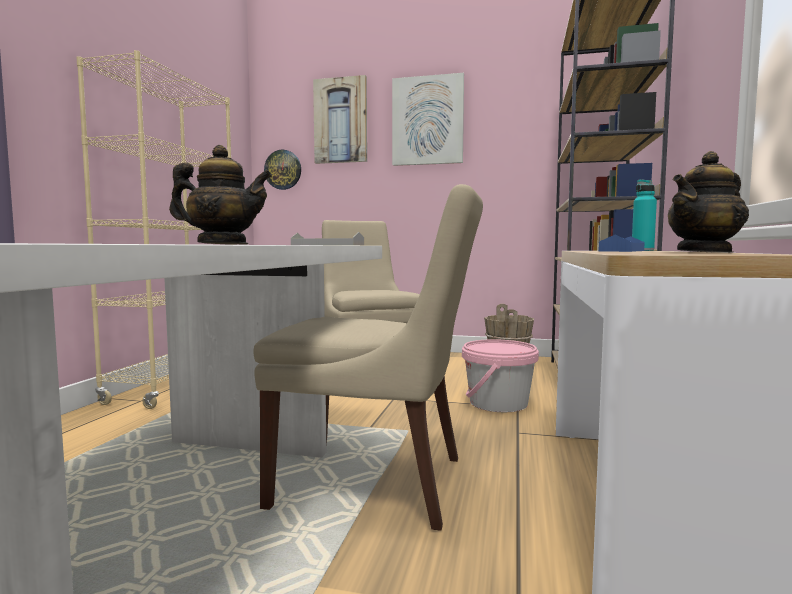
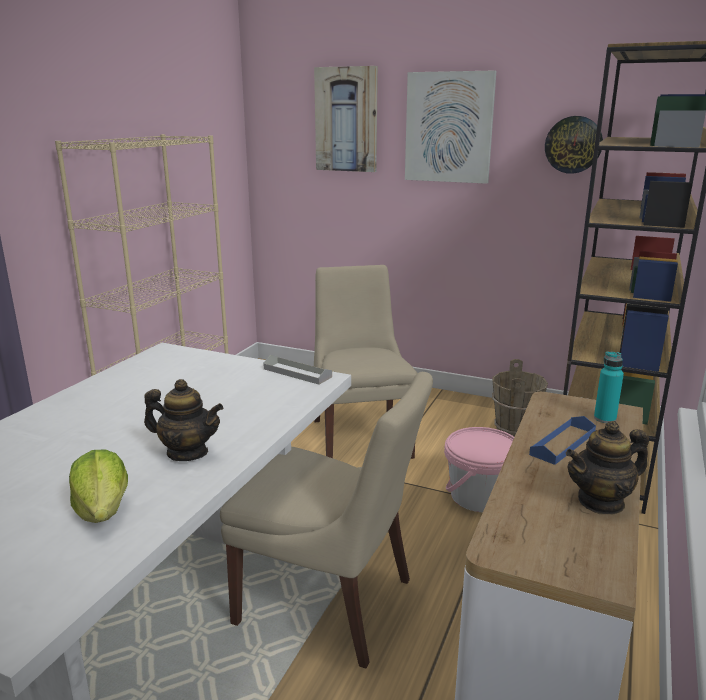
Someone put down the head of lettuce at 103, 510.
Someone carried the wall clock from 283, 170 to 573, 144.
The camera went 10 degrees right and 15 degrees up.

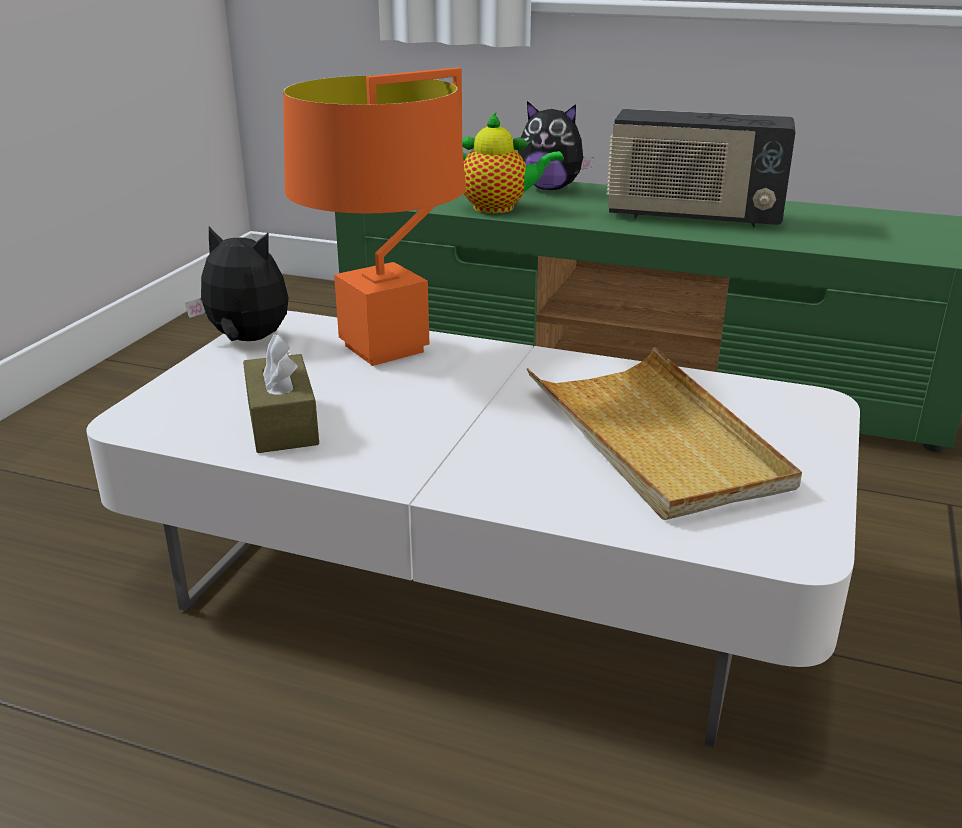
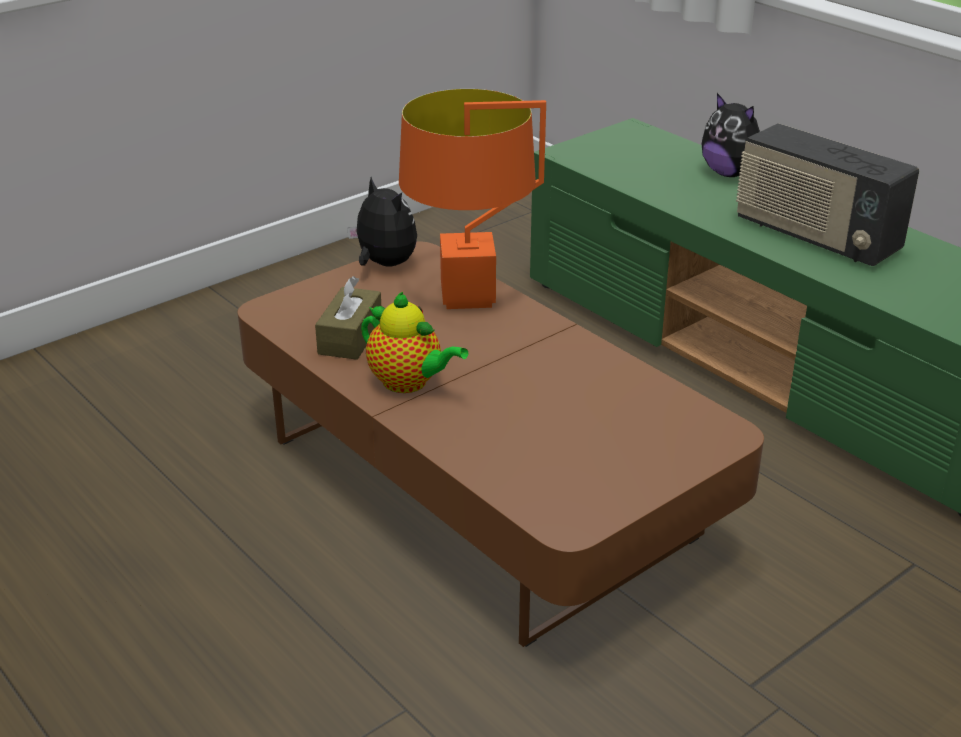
Someone took away the serving tray (sand-coloured) at 654, 437.
Someone carried the teapot from 499, 208 to 409, 383.
Someone repainted the coffee table (whitish) at 480, 576, which became the coffee table (brown) at 480, 487.
The camera went 30 degrees right and 5 degrees up.

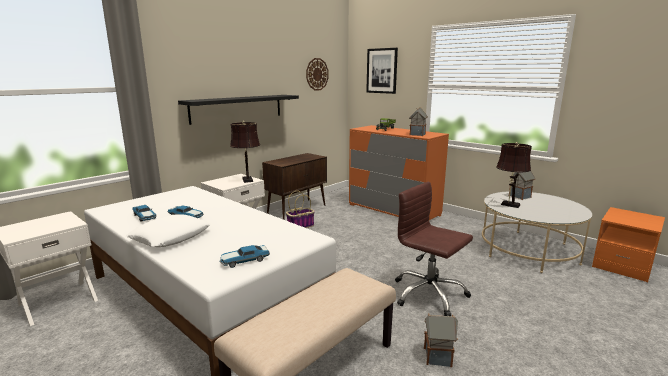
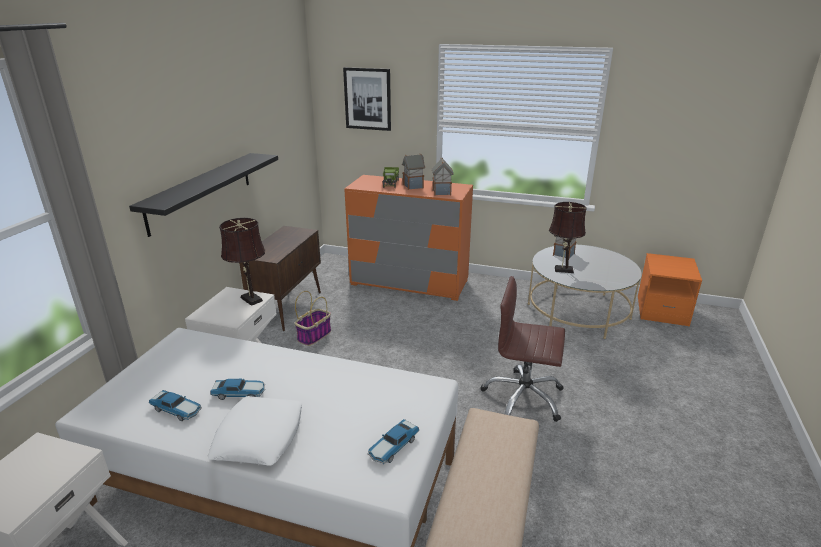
Someone took away the wall clock at 317, 74.
Someone carried the model house from 438, 357 to 413, 186.
The camera went 25 degrees left and 10 degrees up.

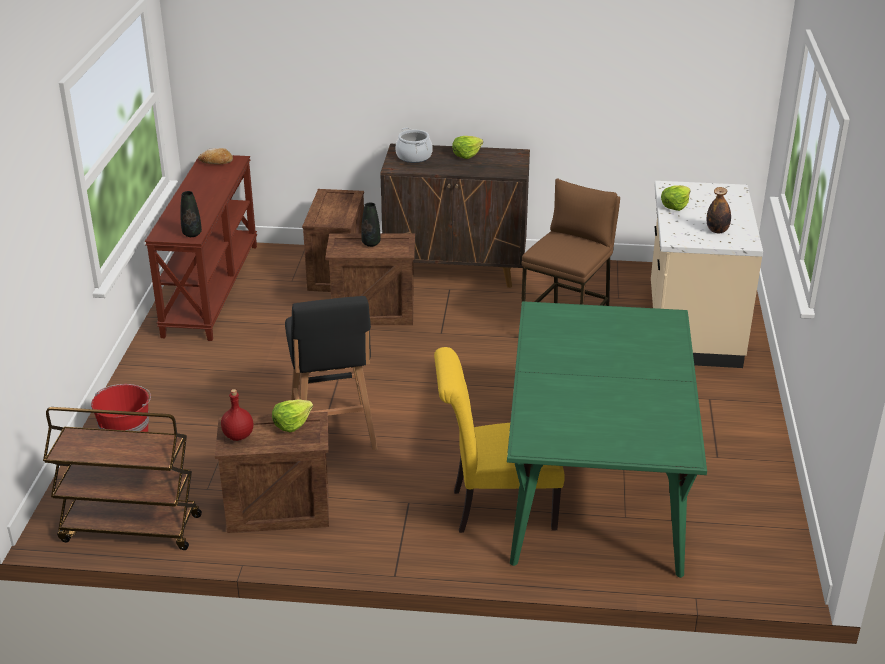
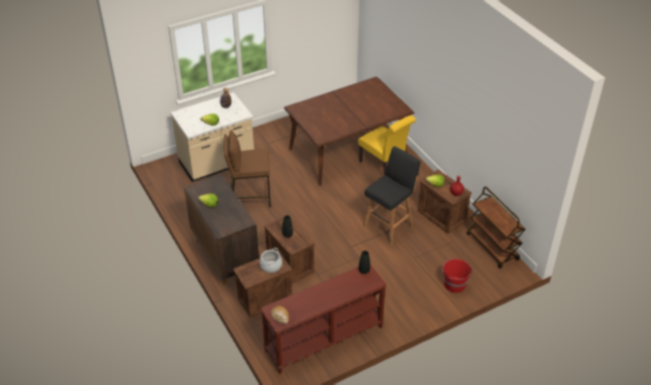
Someone carried the cooking pot from 414, 157 to 271, 266.
Someone repainted the dining table (green-coloured) at 597, 485, which became the dining table (brown) at 348, 150.
The camera went 125 degrees left and 10 degrees up.

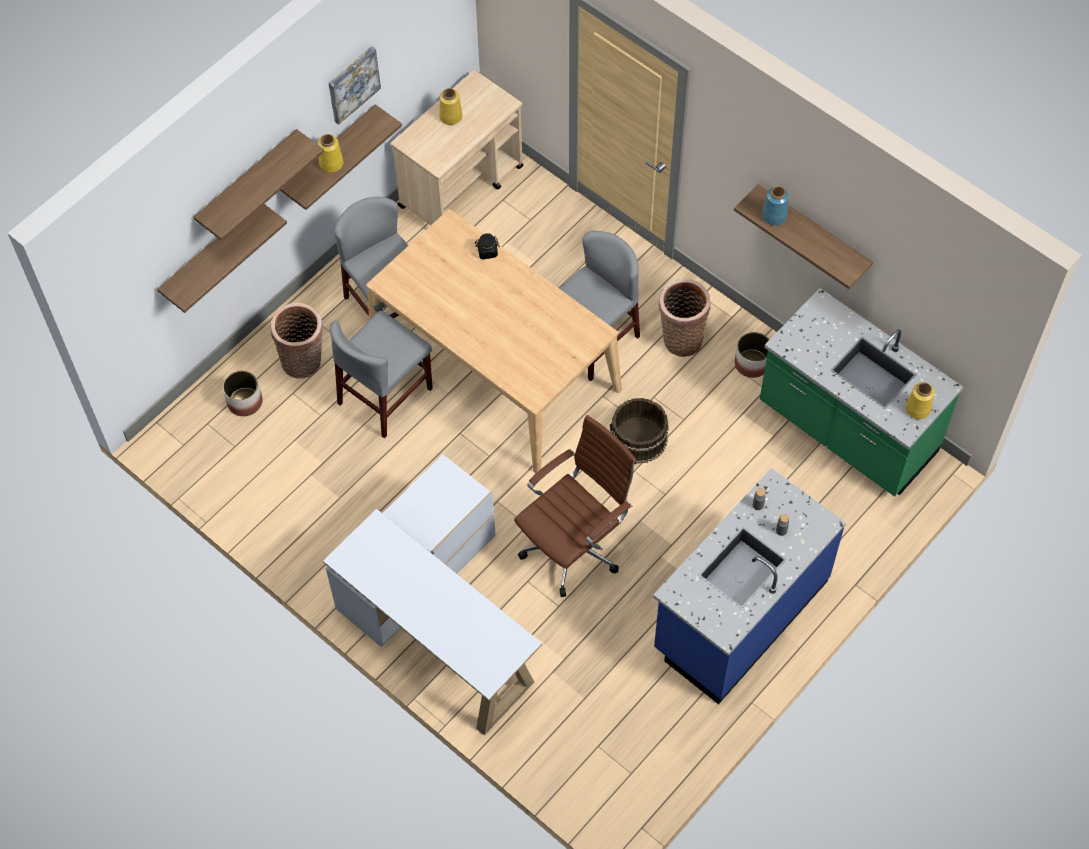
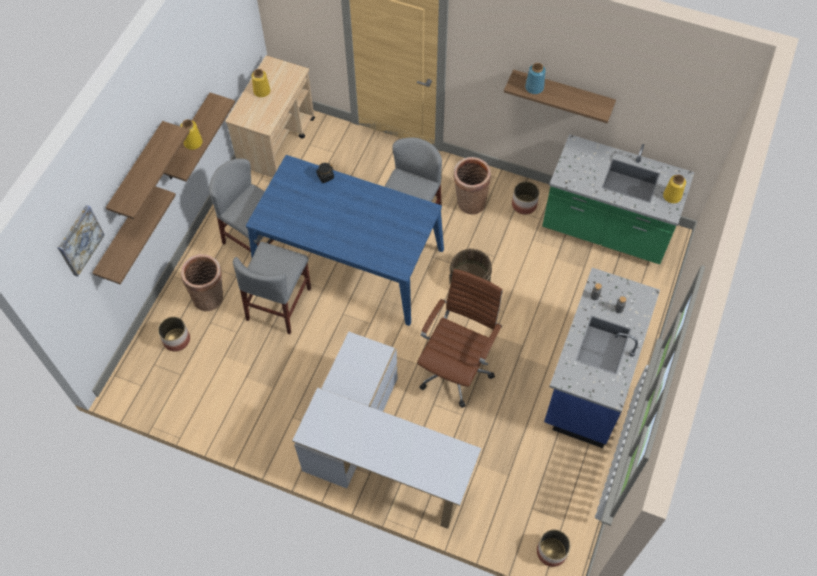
Someone put down the planter at 551, 552.
Someone carried the wall picture from 353, 84 to 79, 240.
Someone repainted the dining table (sand-coloured) at 494, 366, which became the dining table (blue) at 349, 259.
The camera went 20 degrees left and 0 degrees up.

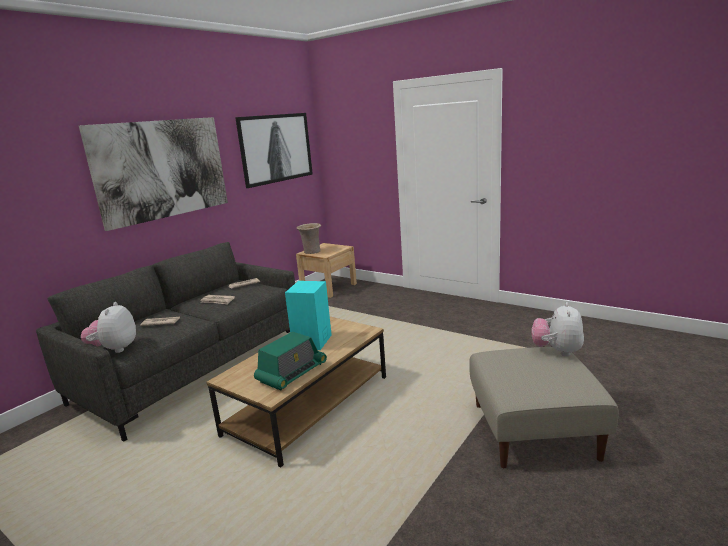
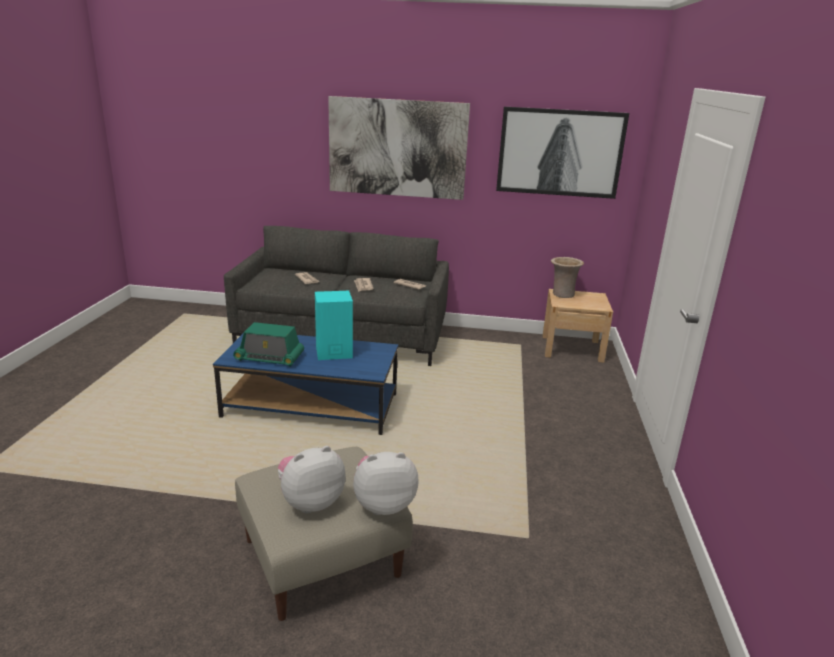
Someone carried the cuddly toy from 115, 349 to 310, 502.
Someone repainted the coffee table (brown) at 308, 405, which became the coffee table (blue) at 311, 405.
The camera went 60 degrees right and 5 degrees up.

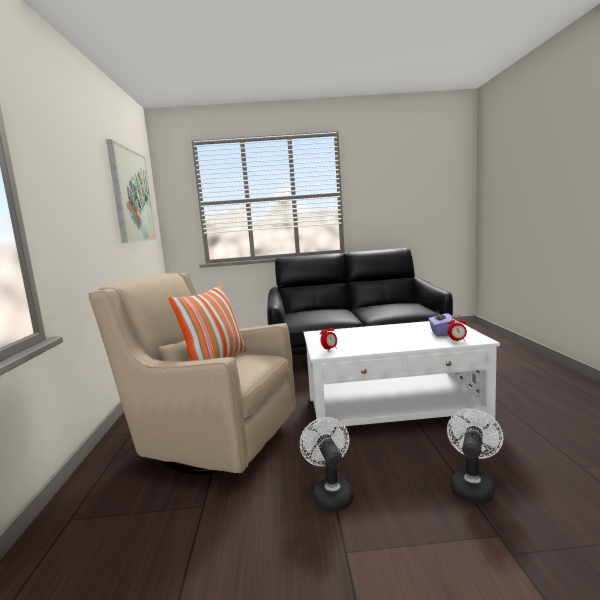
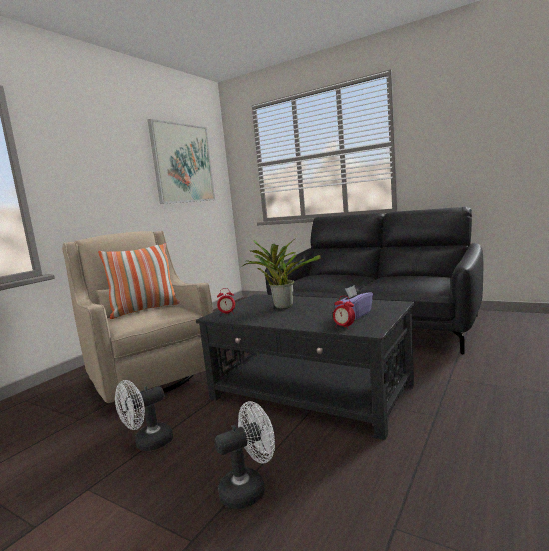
Someone put down the plant in a pot at 281, 306.
Someone repainted the coffee table (whitish) at 394, 409, which became the coffee table (blackish) at 310, 392.
Someone rotated the electric fan (whitish) at 330, 493 by 150 degrees counterclockwise.
The camera went 35 degrees right and 0 degrees up.

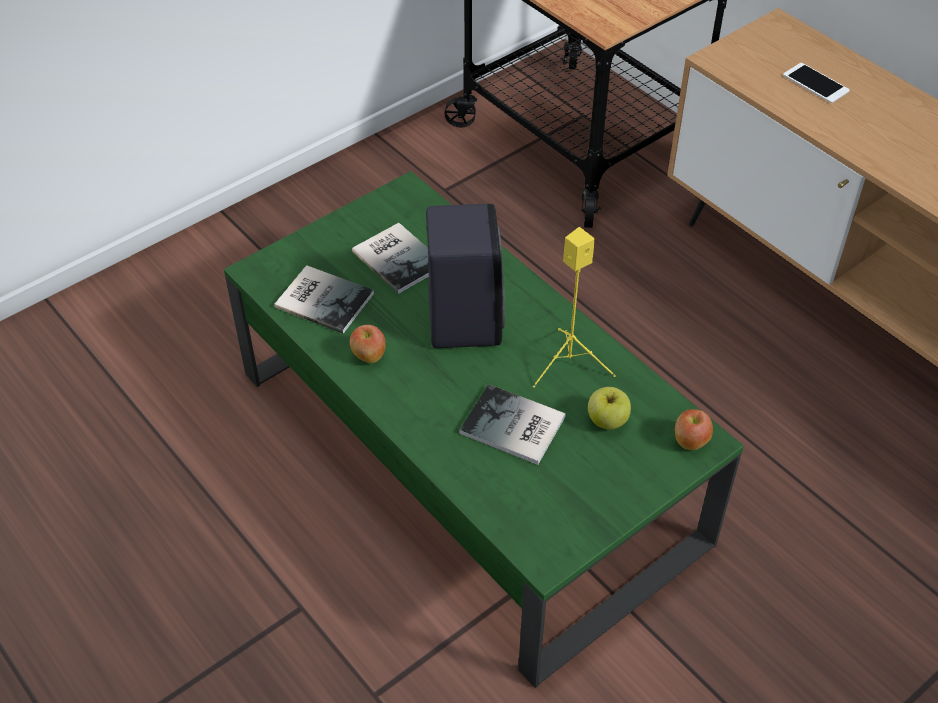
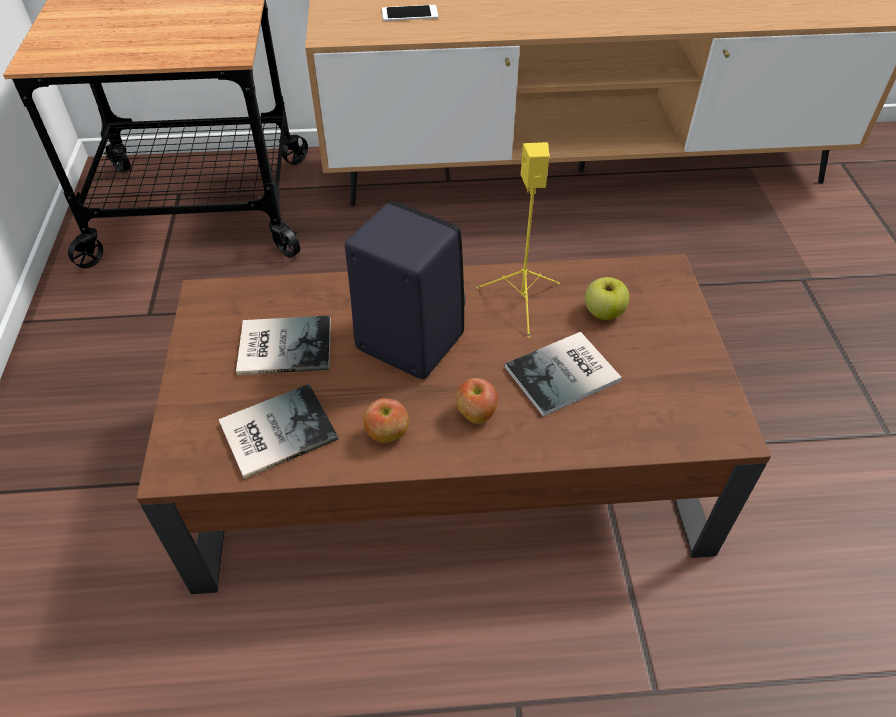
Someone carried the whole apple from 690, 441 to 475, 414.
Someone repainted the coffee table (green-coloured) at 465, 453, which became the coffee table (brown) at 445, 466.
The camera went 55 degrees left and 0 degrees up.

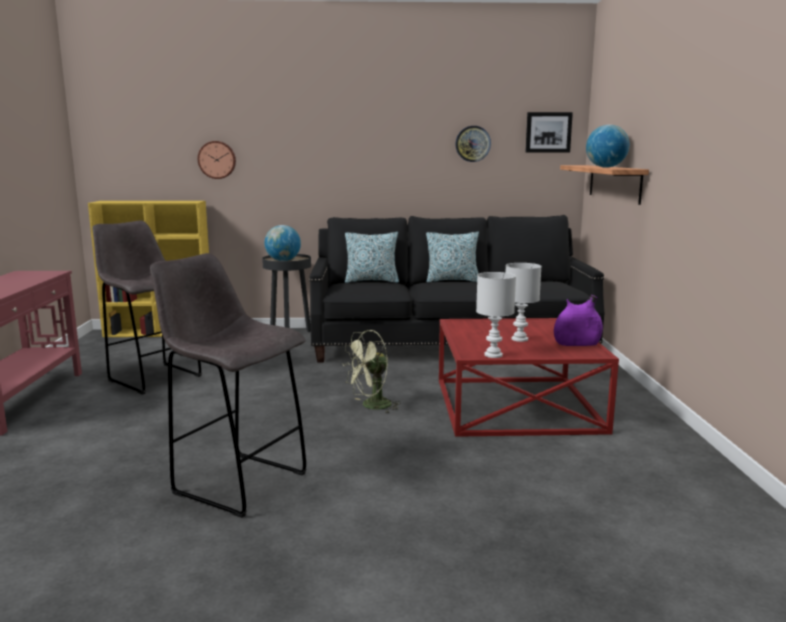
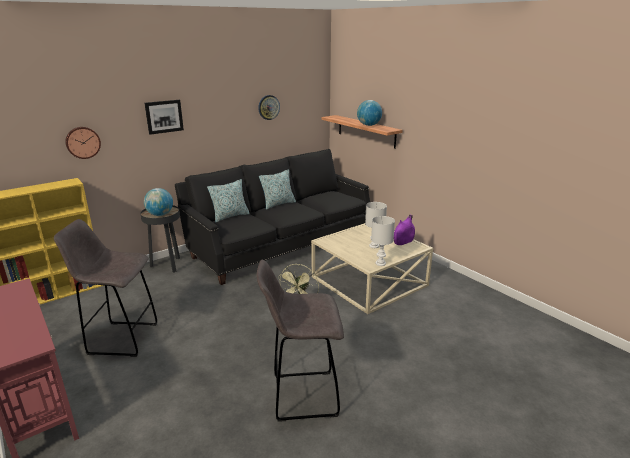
Someone carried the wall picture from 548, 132 to 164, 116.
Someone repainted the coffee table (reddish) at 516, 404, which became the coffee table (sand-coloured) at 368, 281.
The camera went 35 degrees left and 10 degrees up.

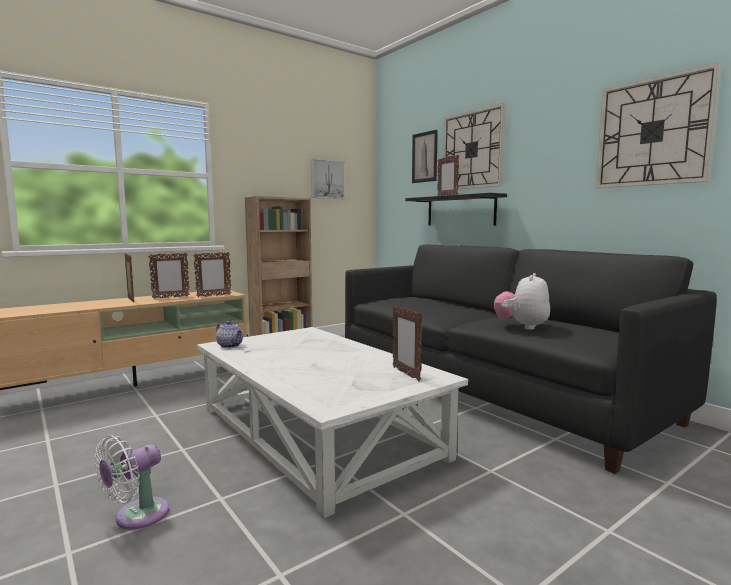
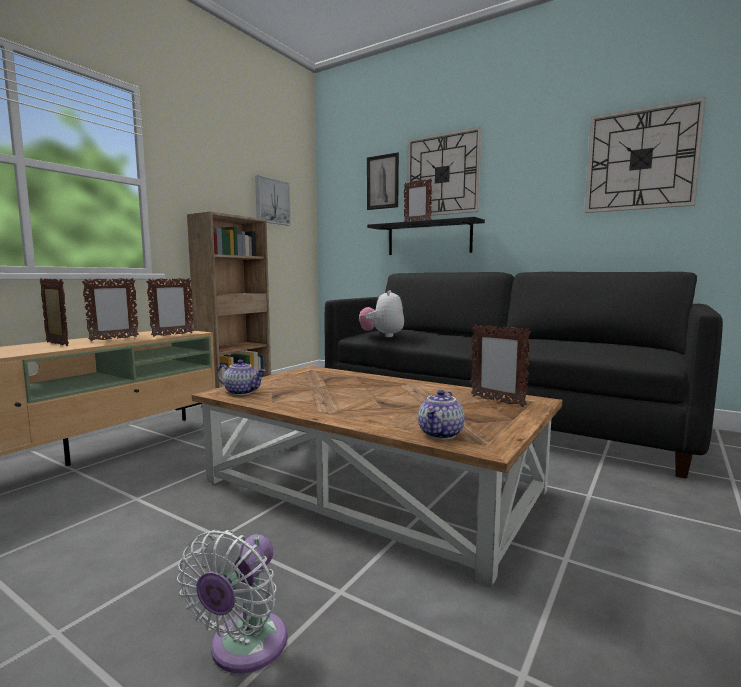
Someone put down the teapot at 441, 434.
Someone carried the cuddly toy from 522, 326 to 382, 336.
Someone repainted the coffee table (whitish) at 319, 432, which became the coffee table (brown) at 375, 485.
The camera went 20 degrees left and 0 degrees up.

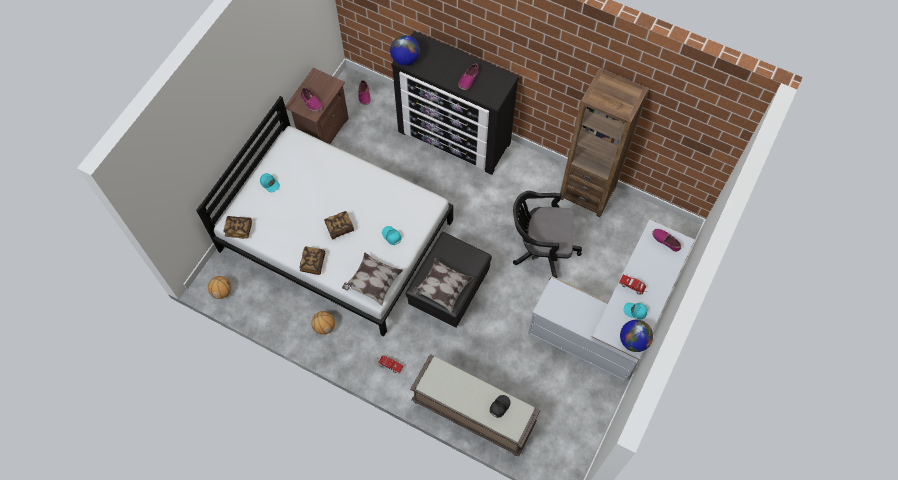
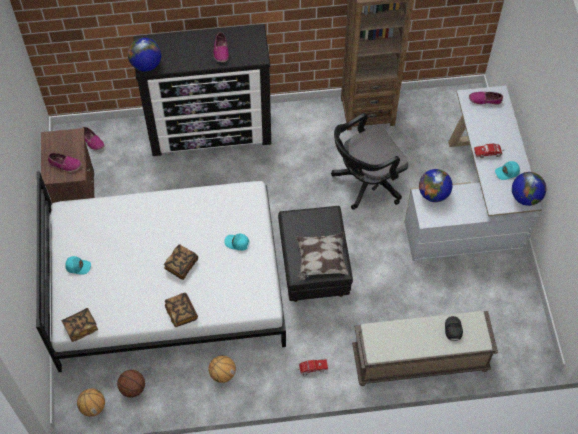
Someone took away the cushion at 373, 283.
Someone put down the basketball ball at 132, 388.
Someone put down the globe at 433, 194.
The camera went 35 degrees left and 5 degrees down.

